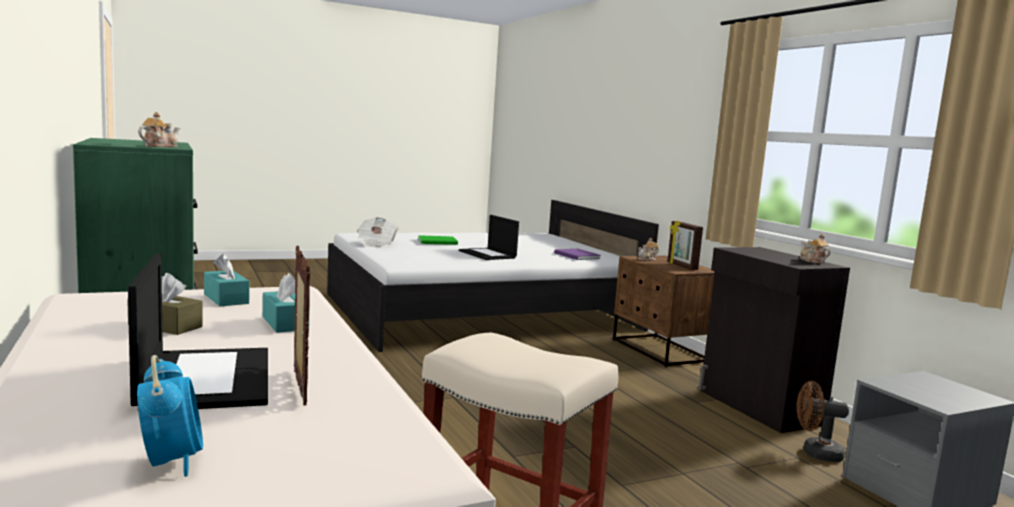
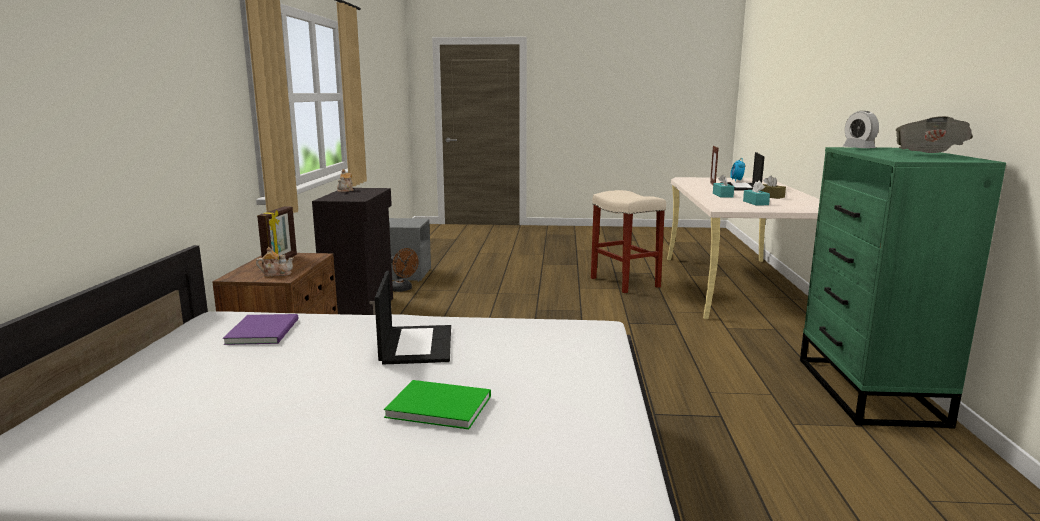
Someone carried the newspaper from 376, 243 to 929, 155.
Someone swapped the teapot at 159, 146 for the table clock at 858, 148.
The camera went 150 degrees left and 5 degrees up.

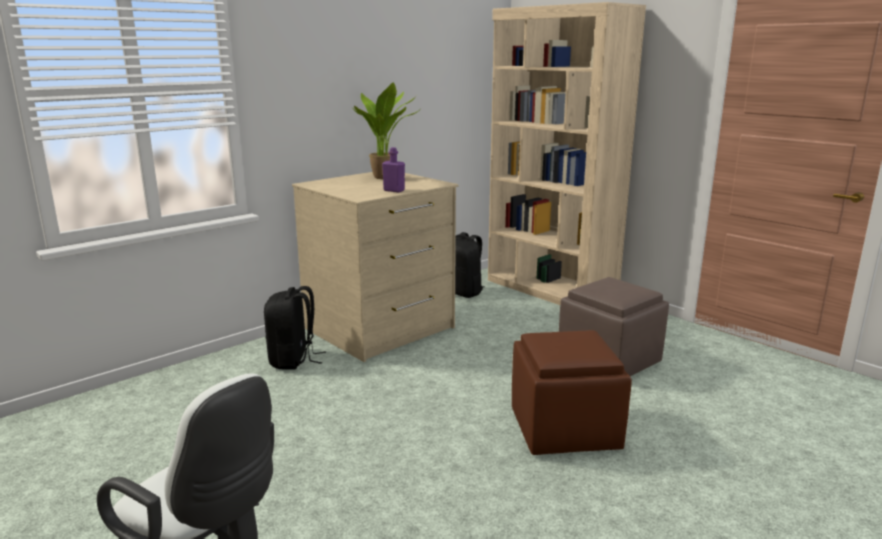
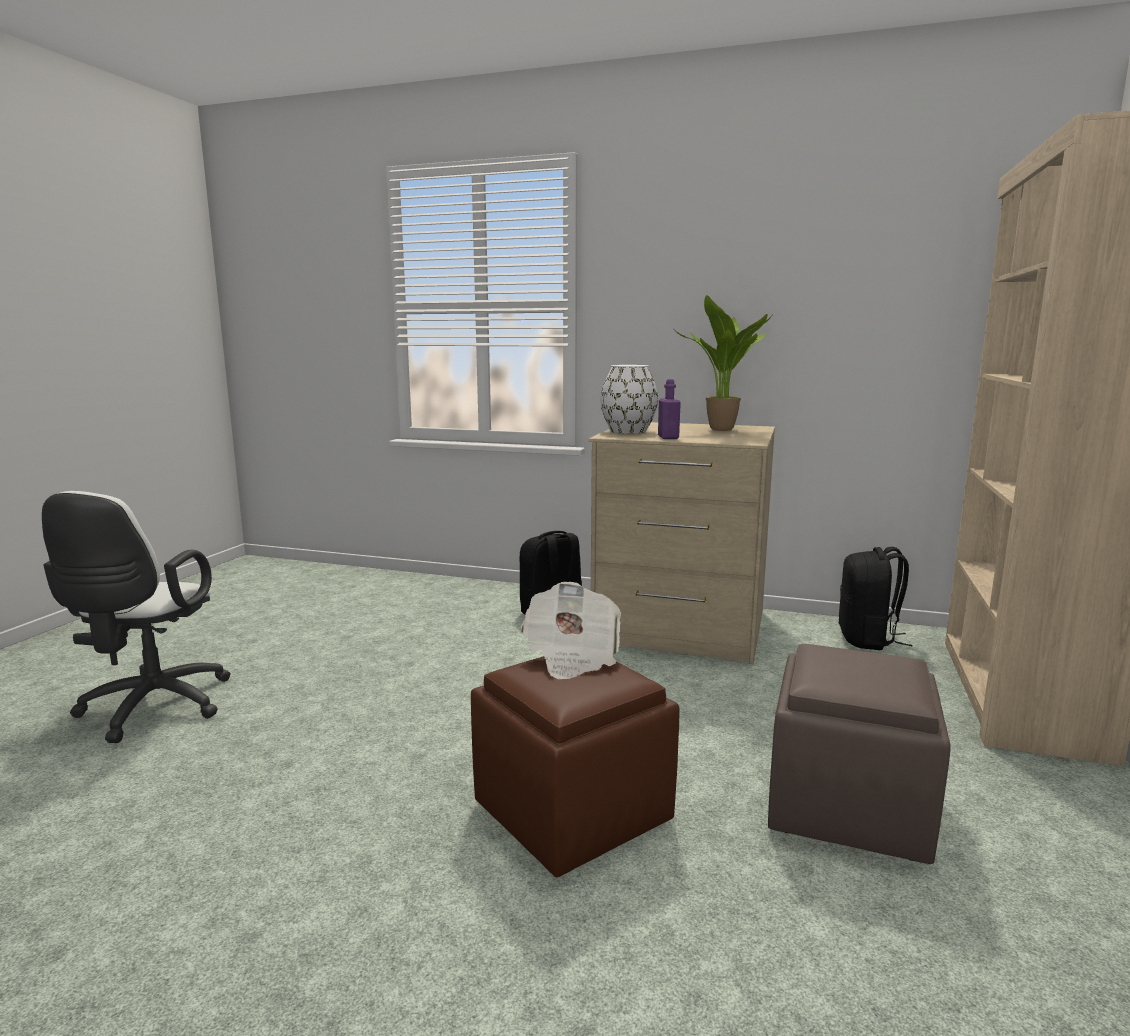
Someone put down the newspaper at 571, 656.
Someone put down the flower vase (whitish) at 627, 431.
The camera went 60 degrees right and 5 degrees down.

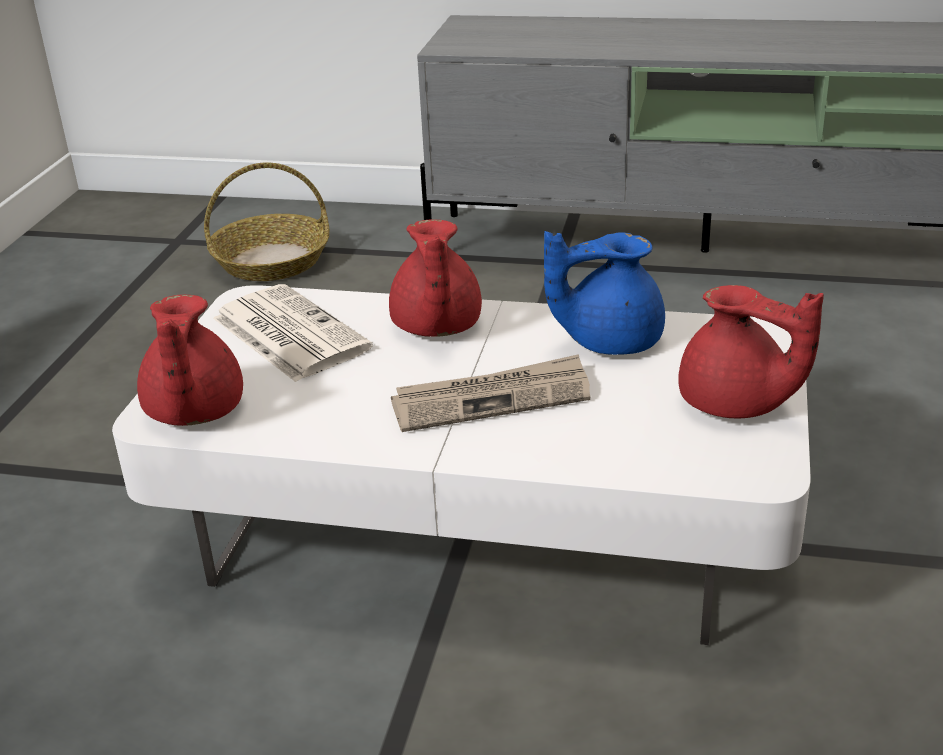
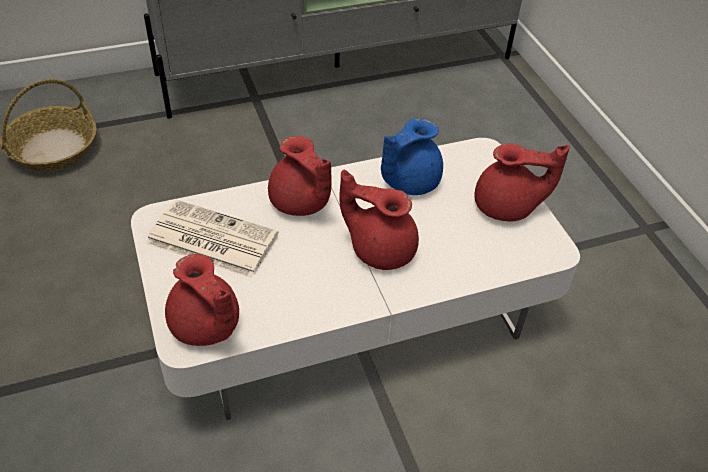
Someone swapped the newspaper at 492, 399 for the teapot (reddish) at 380, 248.
The camera went 35 degrees left and 15 degrees up.

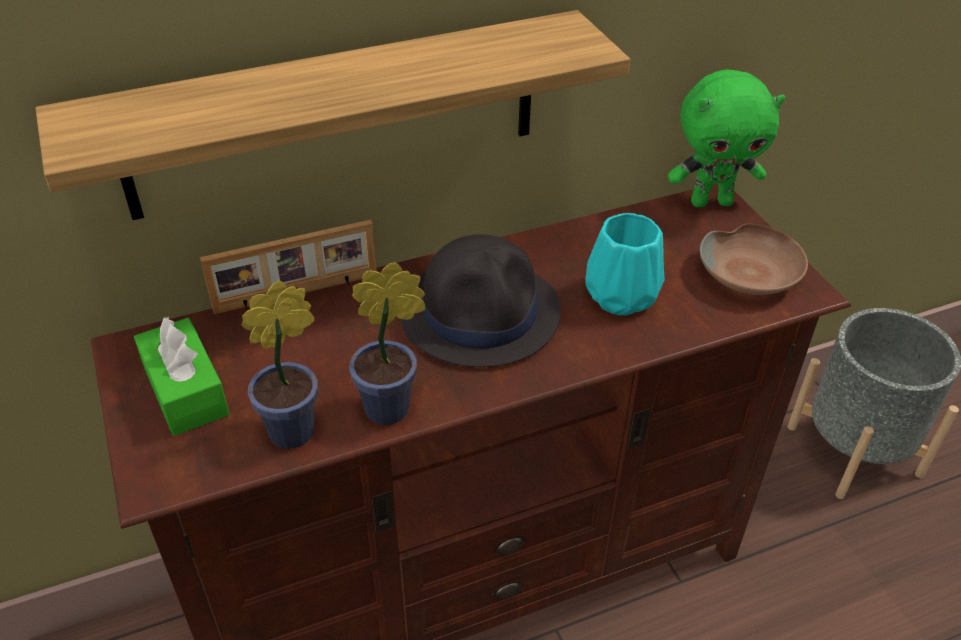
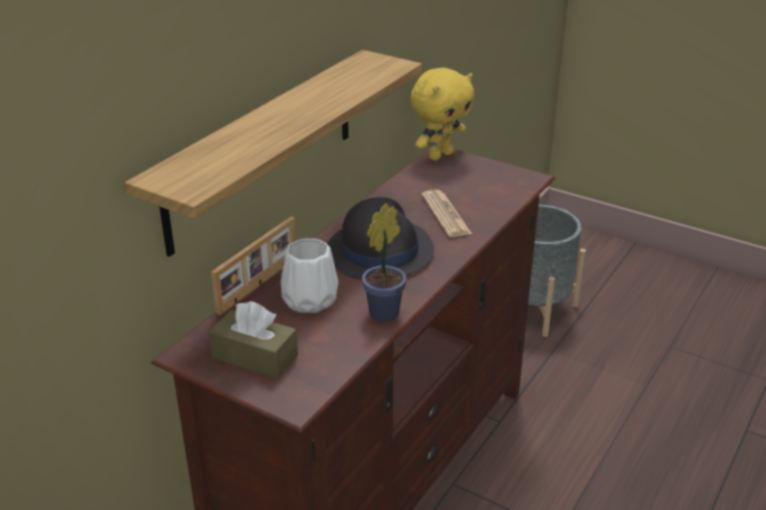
Someone took away the plant in a pot at 297, 429.
Someone took away the bowl (brown) at 751, 274.
Someone put down the flower vase (whitish) at 310, 301.
Someone swapped the flower vase (blue-green) at 623, 296 for the newspaper at 445, 214.
Someone repainted the tissue box (green-coloured) at 186, 391, which became the tissue box (brown) at 255, 356.
Someone repainted the cuddly toy (green-coloured) at 711, 201, which became the cuddly toy (yellowish) at 440, 155.
The camera went 35 degrees left and 10 degrees down.

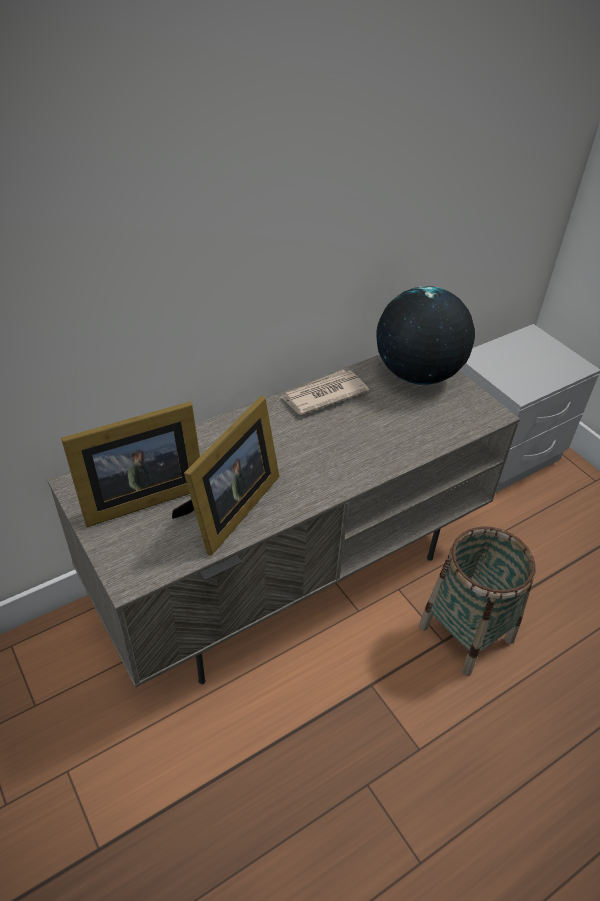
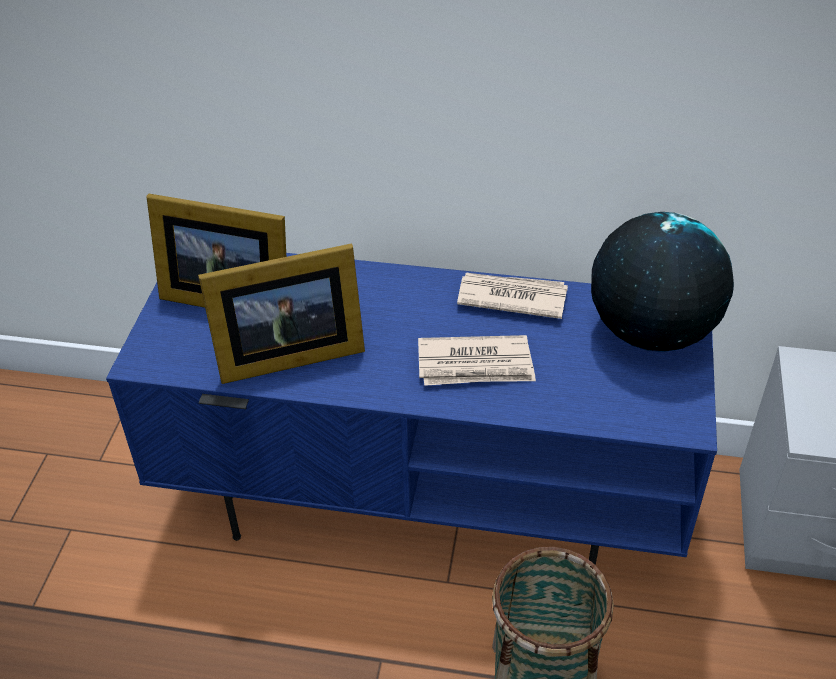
Someone put down the newspaper at 476, 365.
Someone repainted the tv unit (grey) at 292, 570, which became the tv unit (blue) at 425, 496.
The camera went 45 degrees right and 0 degrees up.

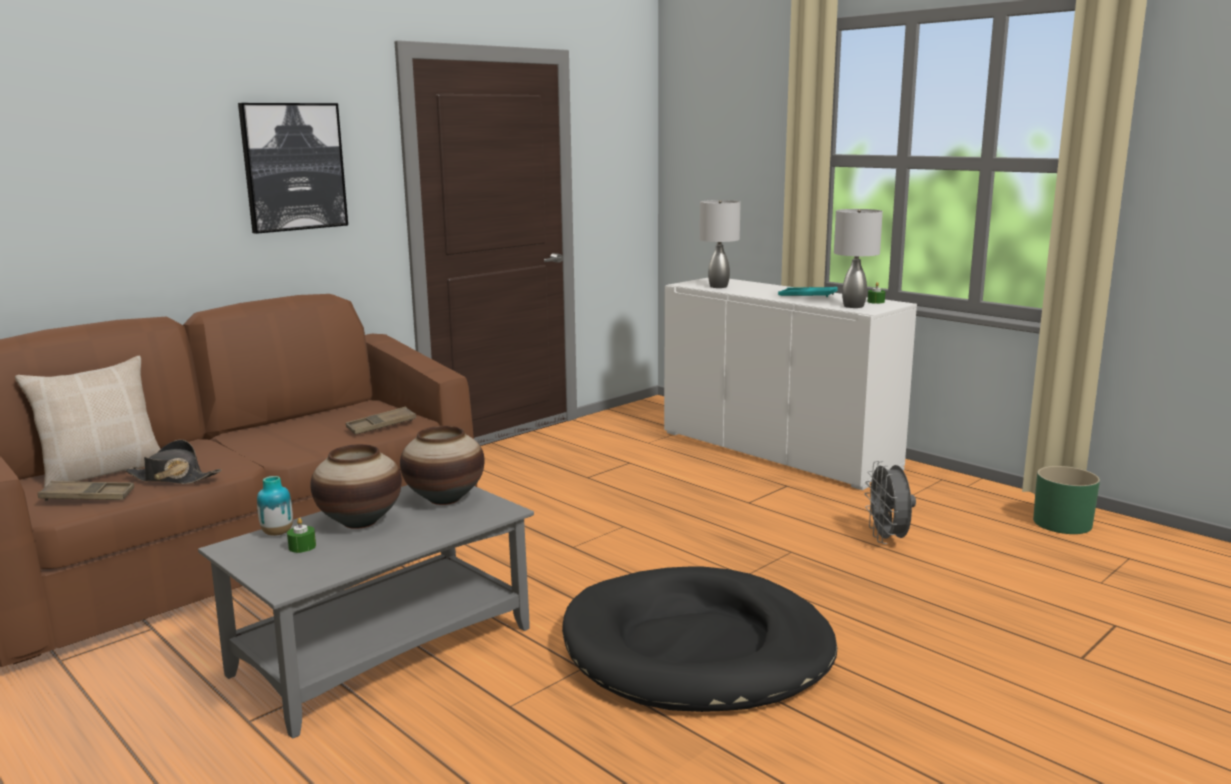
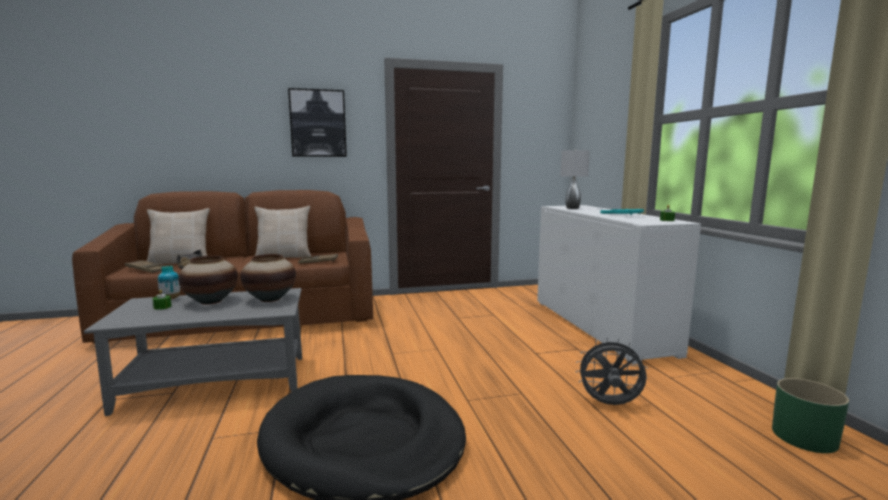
Someone took away the table lamp (grey) at 853, 306.
Someone put down the cushion (sand-coloured) at 284, 256.
Someone rotated the electric fan (grey) at 888, 539 by 75 degrees clockwise.
The camera went 30 degrees right and 5 degrees down.

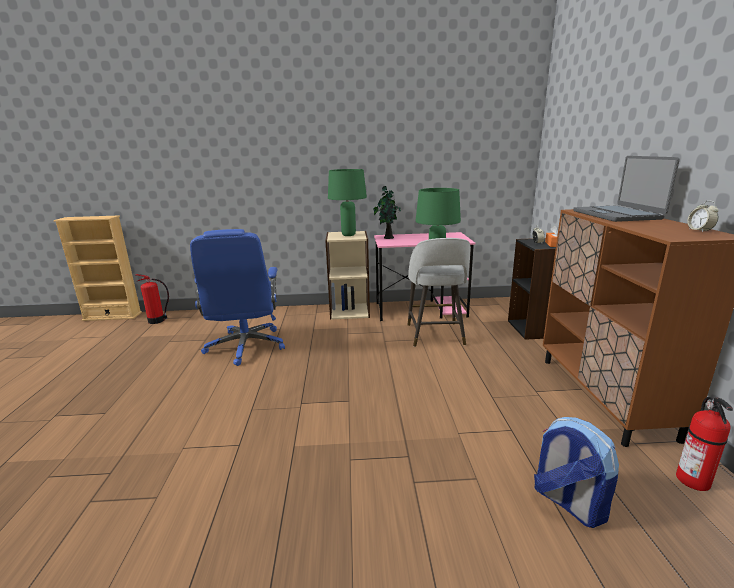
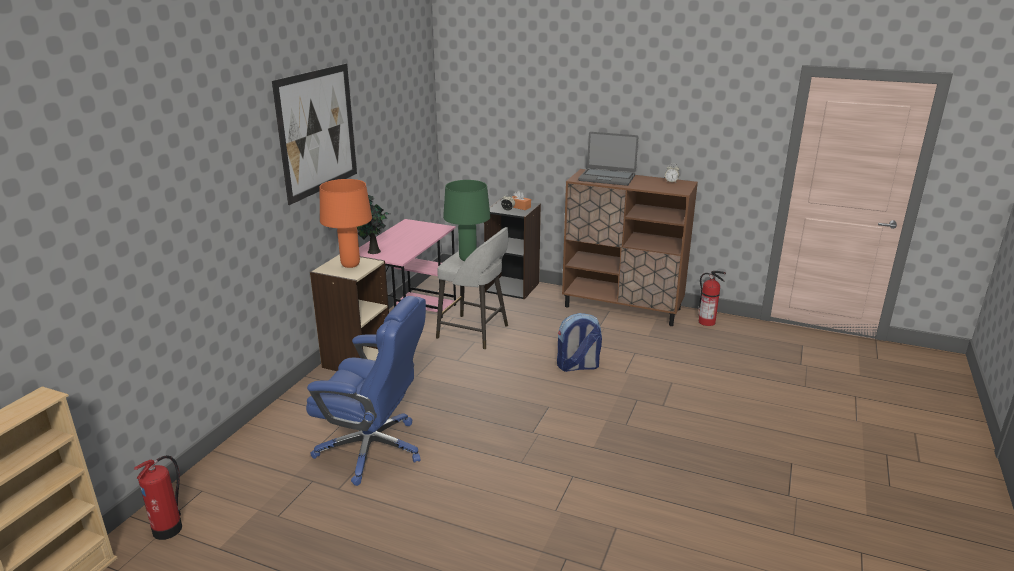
Someone put up the wall picture at 317, 131.
Someone carried the rucksack from 567, 502 to 578, 366.
Someone repainted the table lamp (green-coloured) at 349, 235, which became the table lamp (orange-coloured) at 350, 265.
The camera went 65 degrees left and 5 degrees up.

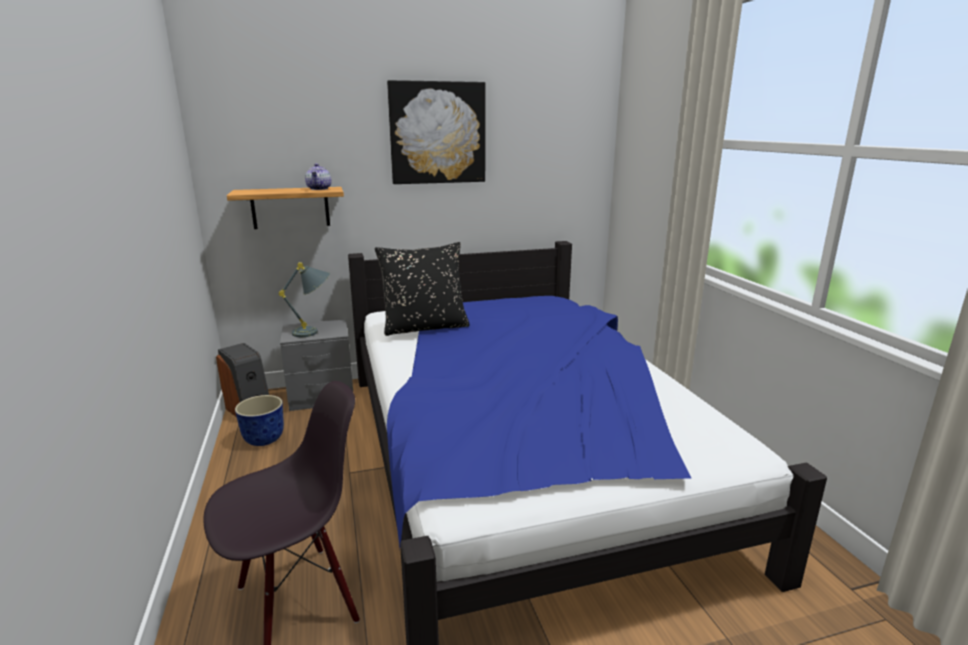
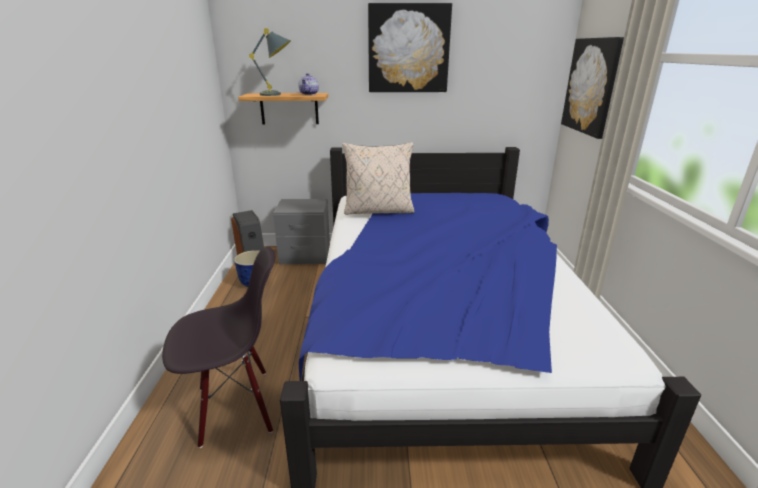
Someone put up the wall picture at 591, 86.
Someone carried the table lamp (grey) from 314, 332 to 278, 94.
Someone repainted the cushion (blackish) at 425, 327, which became the cushion (sand-coloured) at 378, 211.
The camera went 15 degrees right and 5 degrees up.

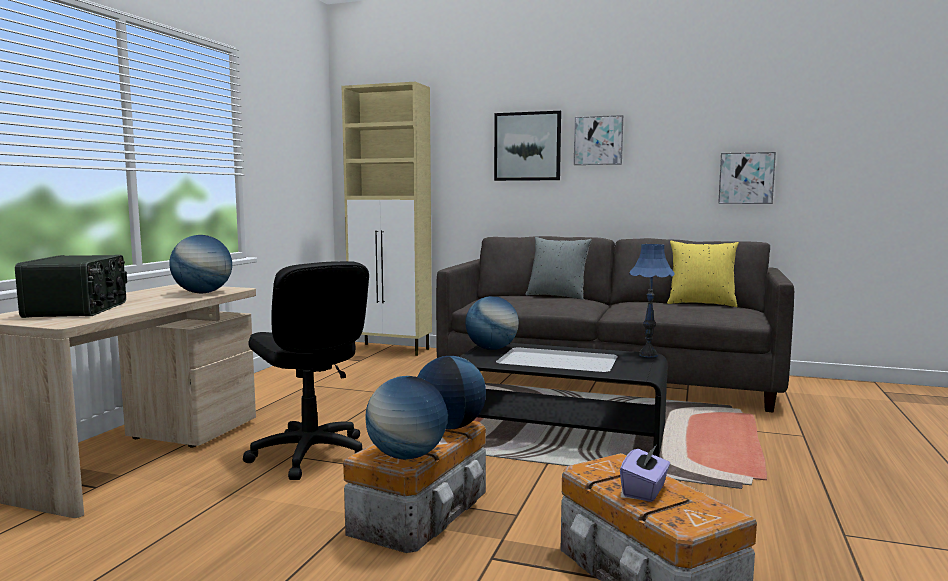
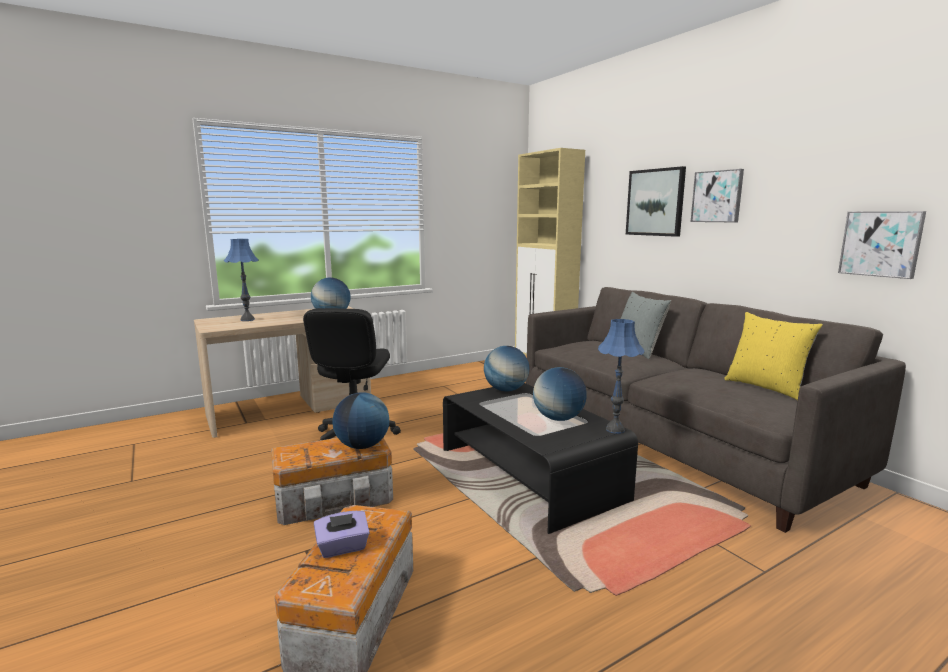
Someone carried the globe from 407, 456 to 558, 418.
Someone swapped the radio receiver at 78, 309 for the table lamp (blue) at 247, 320.
The camera went 40 degrees right and 5 degrees up.

